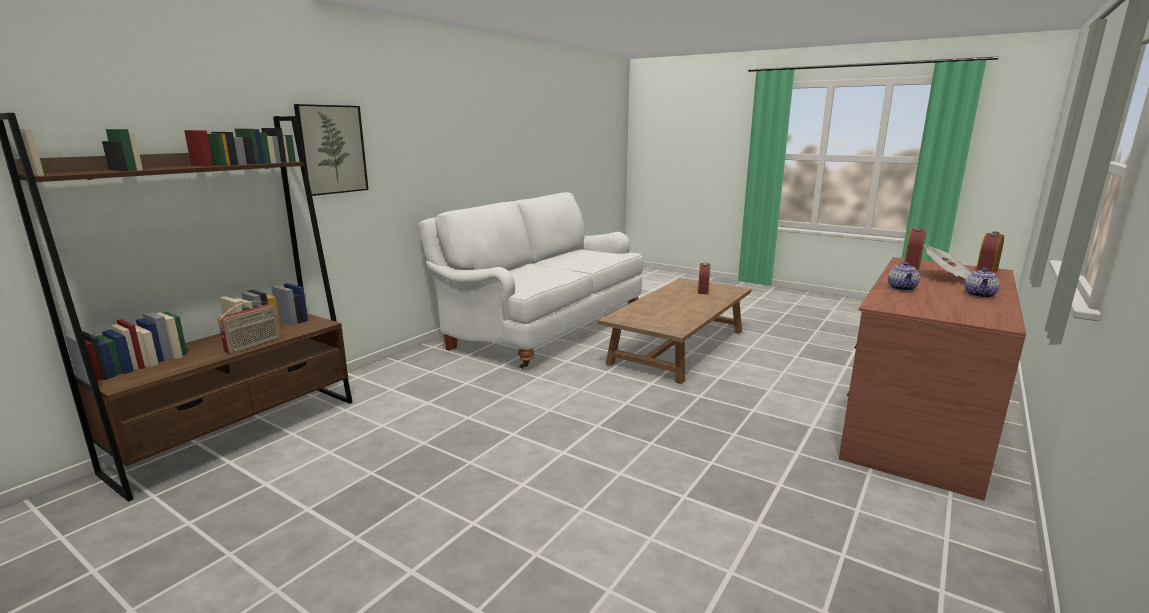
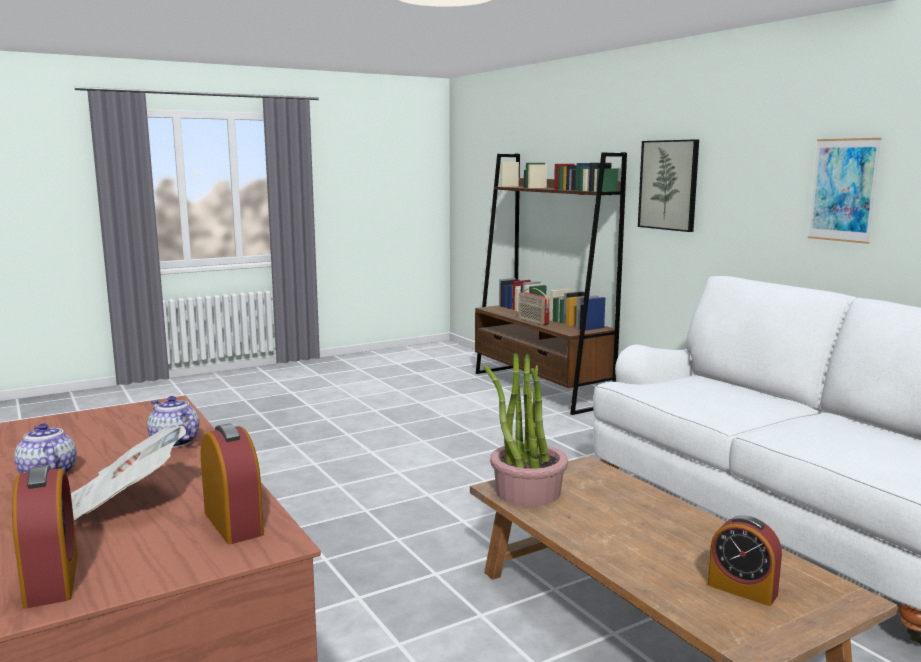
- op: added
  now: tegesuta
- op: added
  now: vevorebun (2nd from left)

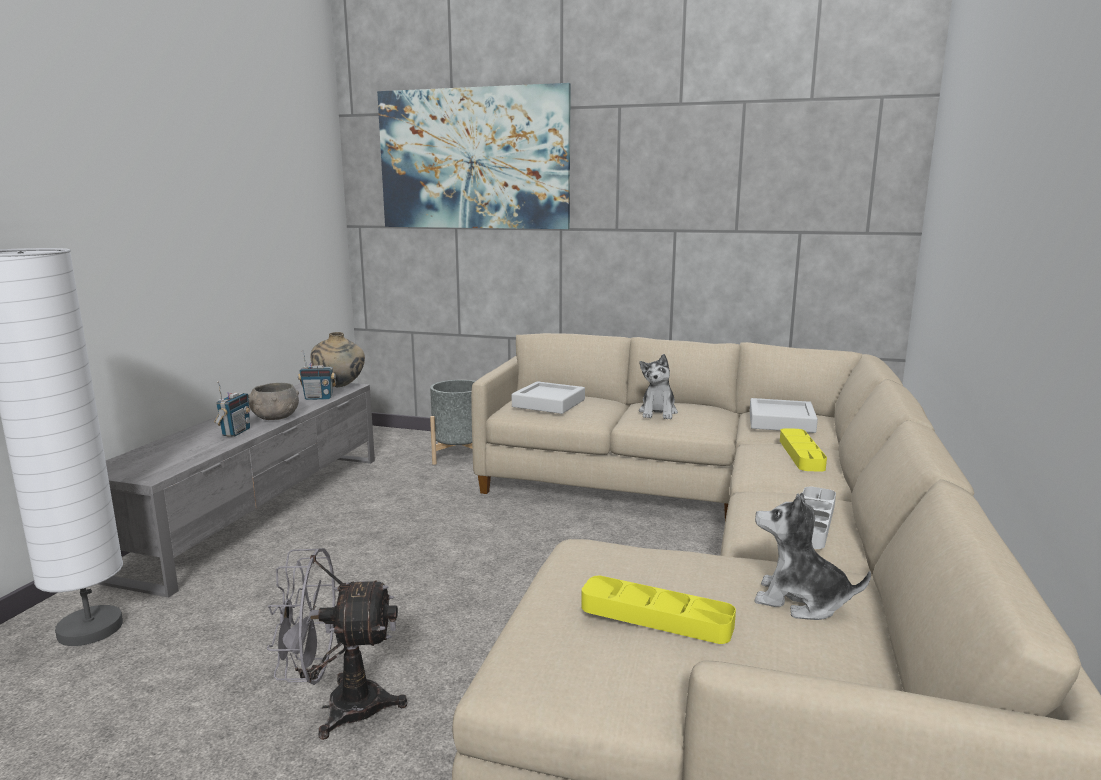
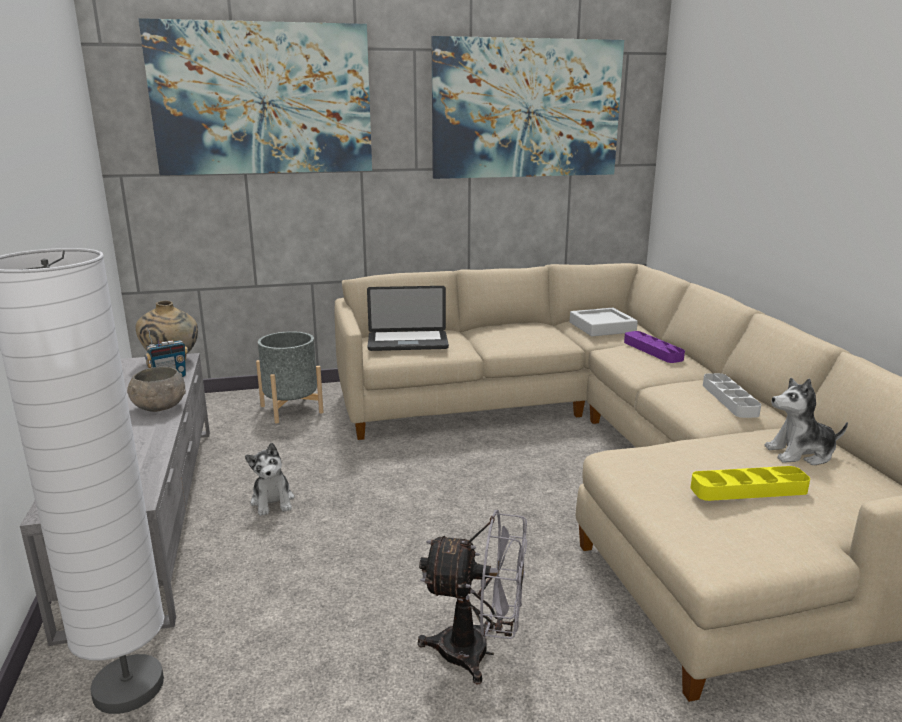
- op: removed
  was: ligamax (1st from left)
- op: added
  now: vevorebun (2nd from left)
- op: moved
  was: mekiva (1st from left)
- op: replaced
  was: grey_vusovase (1st from left)
  now: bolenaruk
- op: recoloured
  was: yellow_vusovase (2nd from left)
  now: purple_vusovase
- op: turned
  was: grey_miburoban
  clockwise: -135

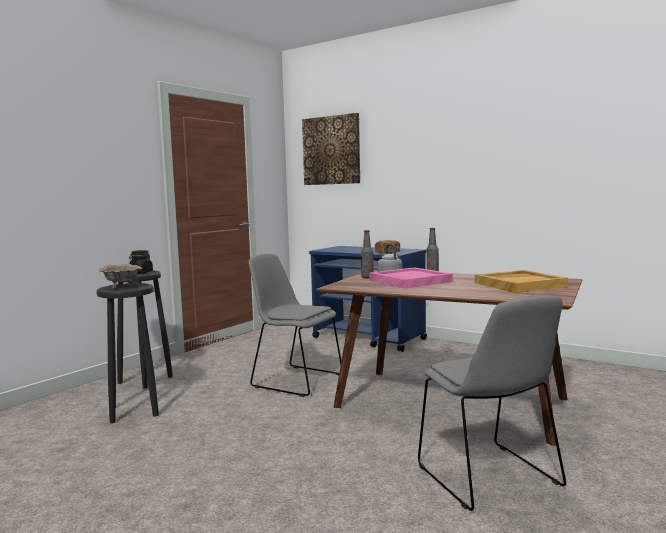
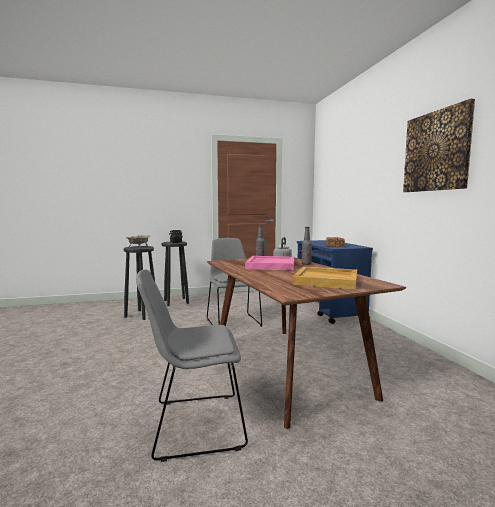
- op: moved
  was: vevorebun
- op: turned
  was: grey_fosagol (2nd from left in the first image)
  clockwise: 60

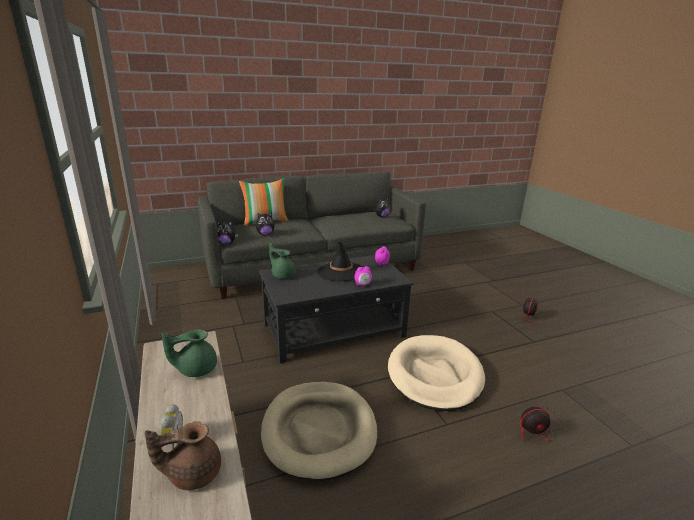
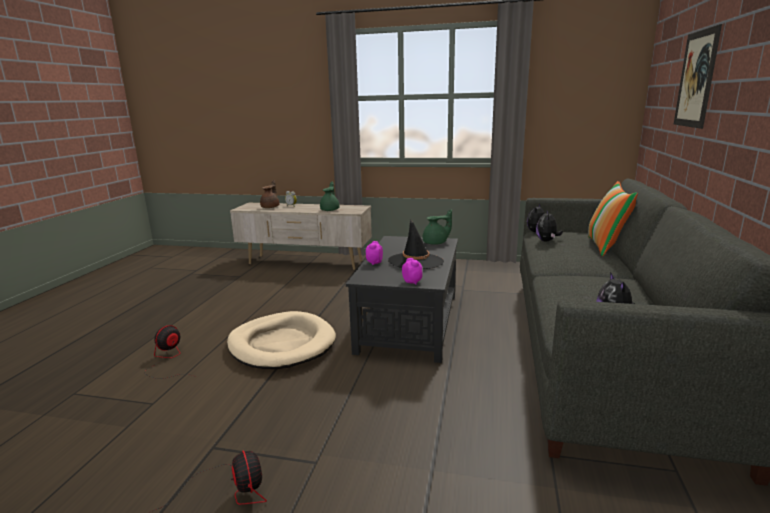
- op: removed
  was: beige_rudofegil (1st from left)
- op: added
  now: vevorebun

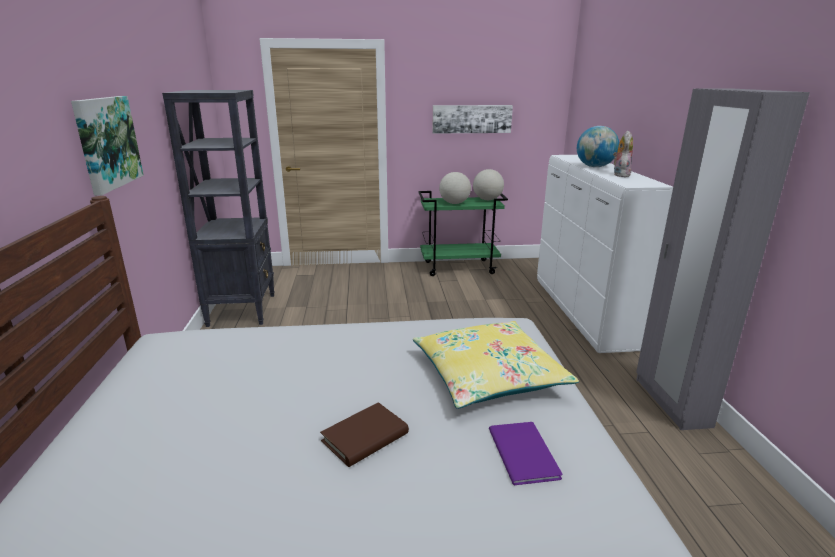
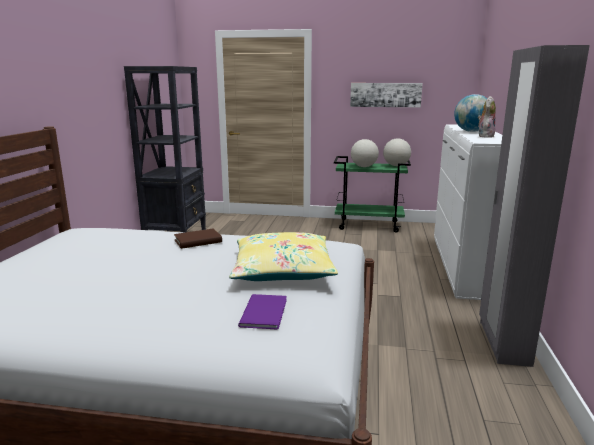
- op: removed
  was: vevorebun (1st from left)
- op: moved
  was: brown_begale

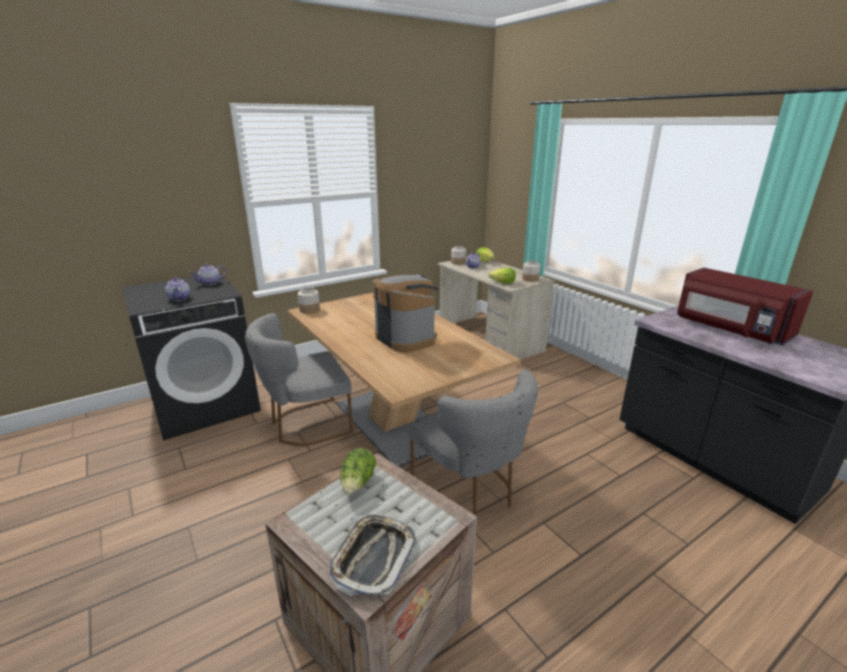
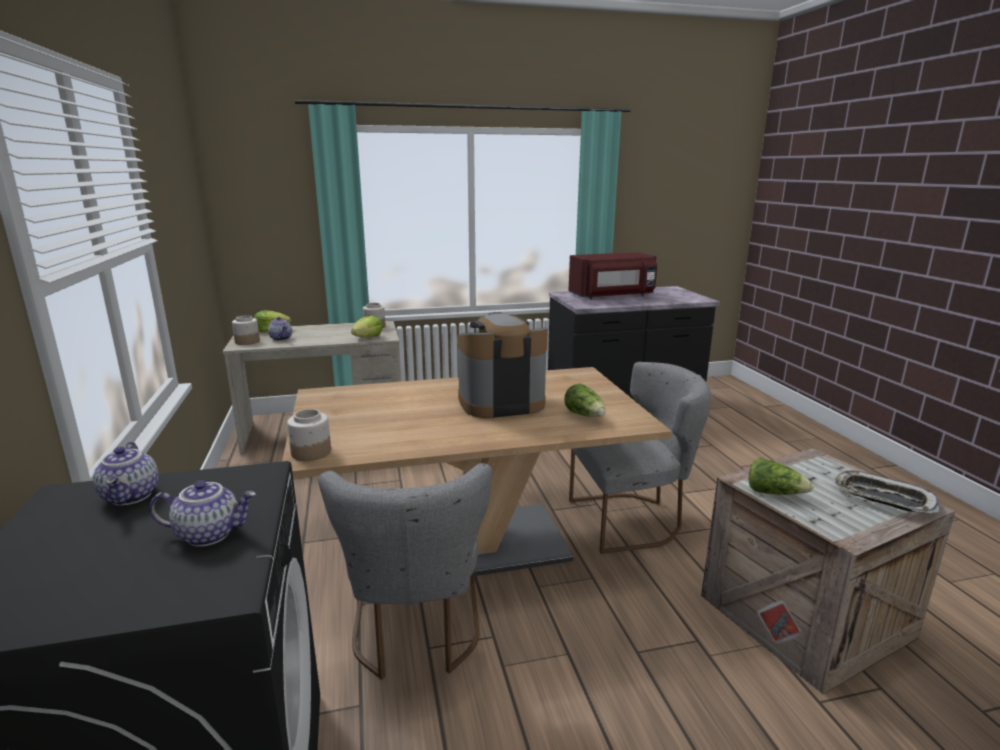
- op: added
  now: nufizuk (3rd from left)

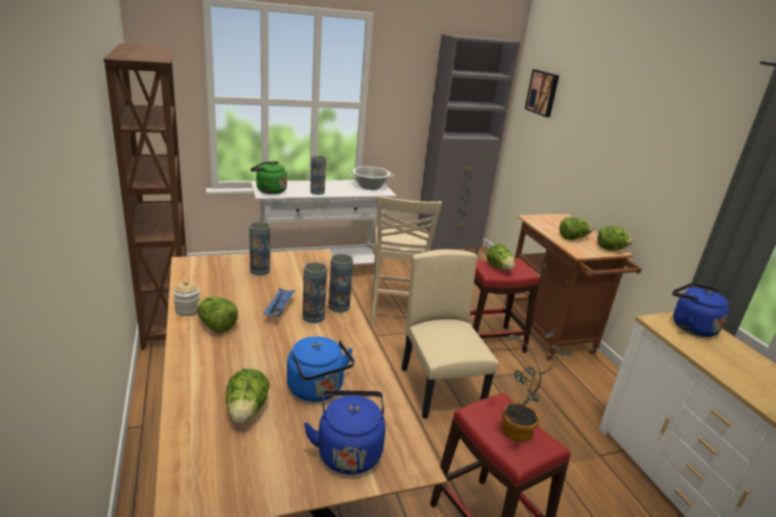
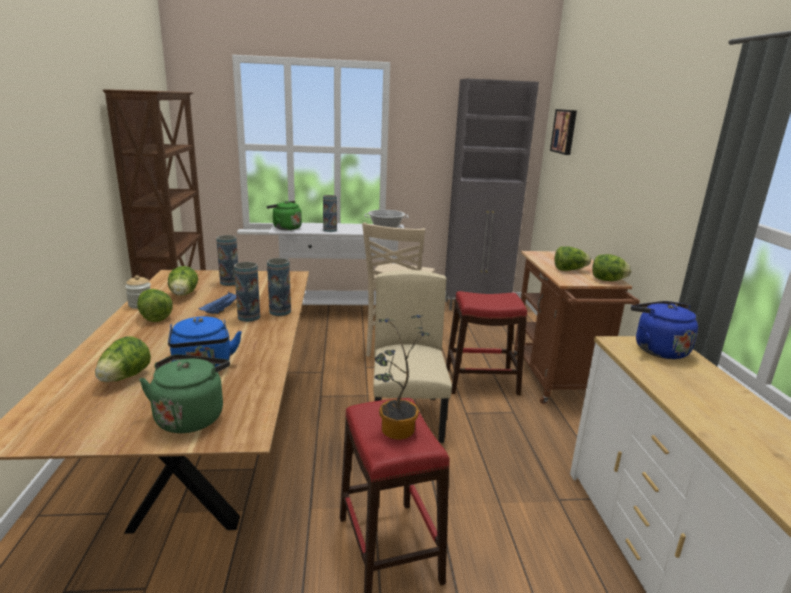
- op: moved
  was: nufizuk (3rd from left)
- op: recoloured
  was: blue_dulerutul (2nd from left)
  now: green_dulerutul (1st from left)

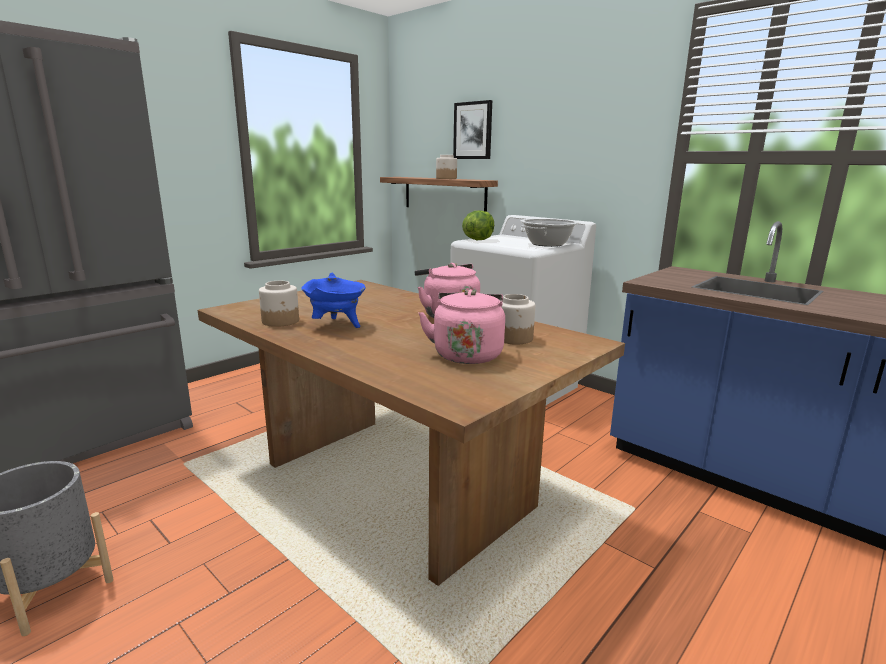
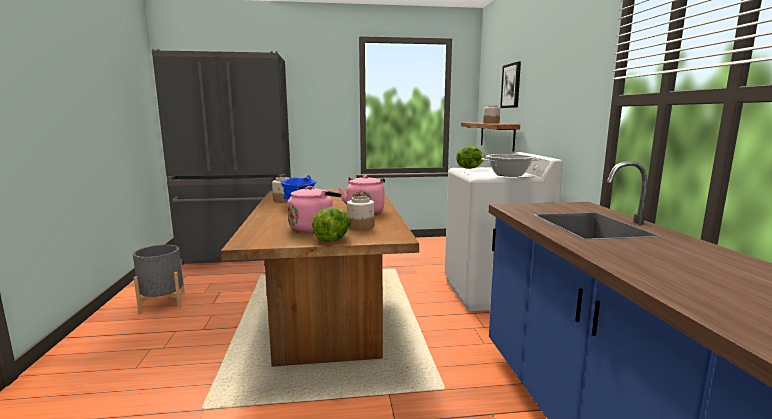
- op: added
  now: nufizuk (1st from left)

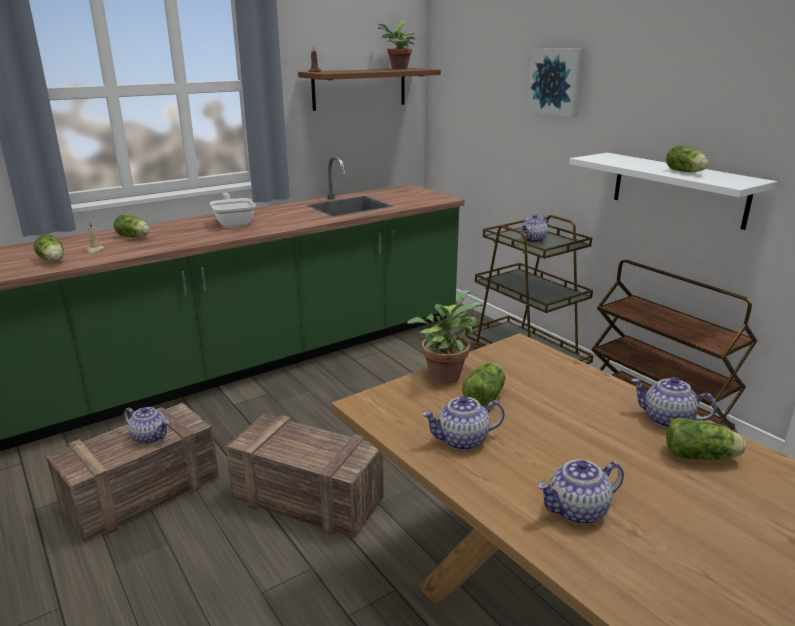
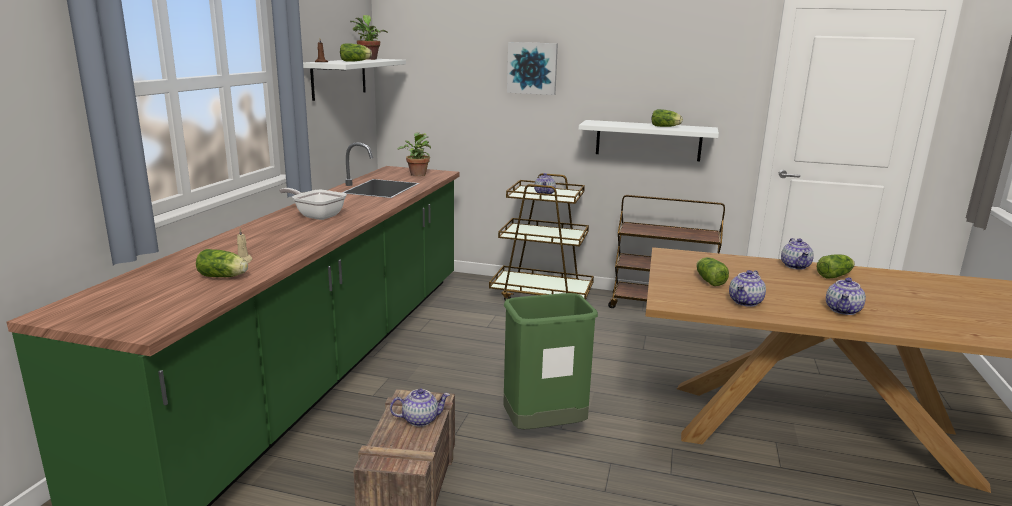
- op: moved
  was: nufizuk (2nd from left)
- op: moved
  was: tegesuta (2nd from left)
- op: replaced
  was: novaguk (2nd from left)
  now: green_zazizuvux
- op: recoloured
  was: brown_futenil
  now: white_futenil (1st from left)
- op: turned
  was: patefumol (5th from left in the first image)
  clockwise: -75

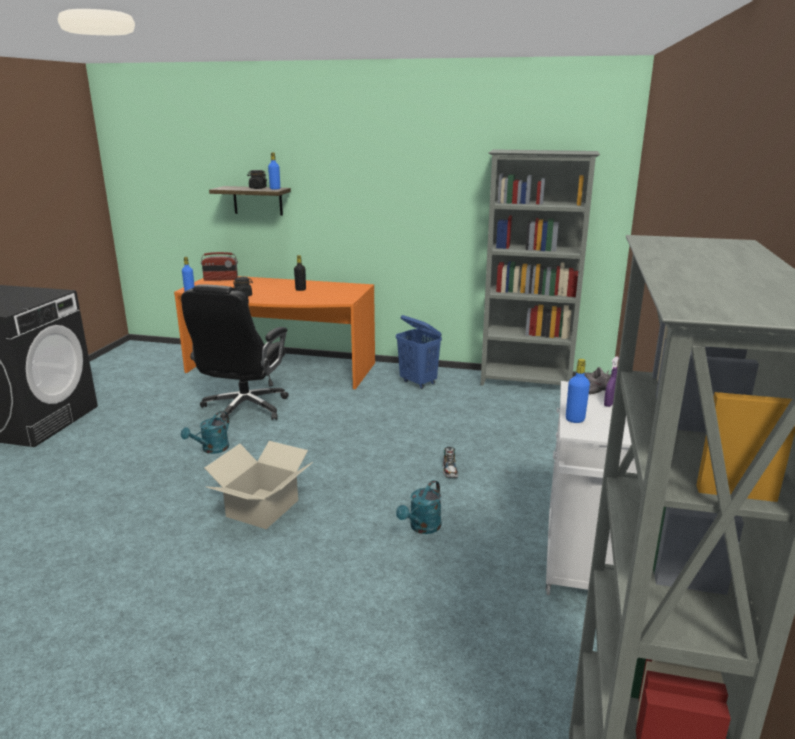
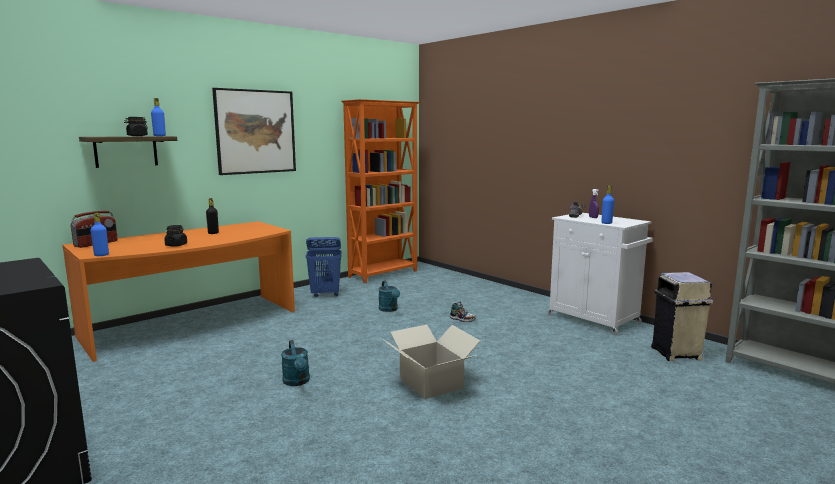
- op: removed
  was: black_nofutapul
- op: added
  now: vevorebun
- op: added
  now: beige_zazizuvux
- op: moved
  was: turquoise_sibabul (2nd from left)
- op: recoloured
  was: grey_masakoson (1st from left)
  now: orange_masakoson

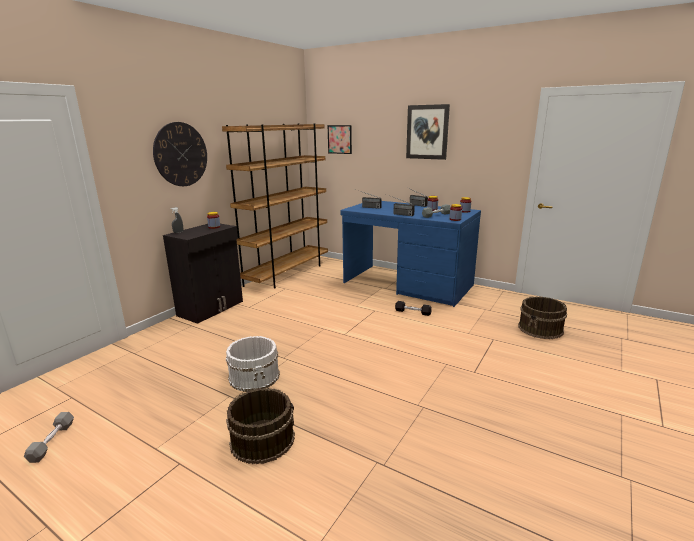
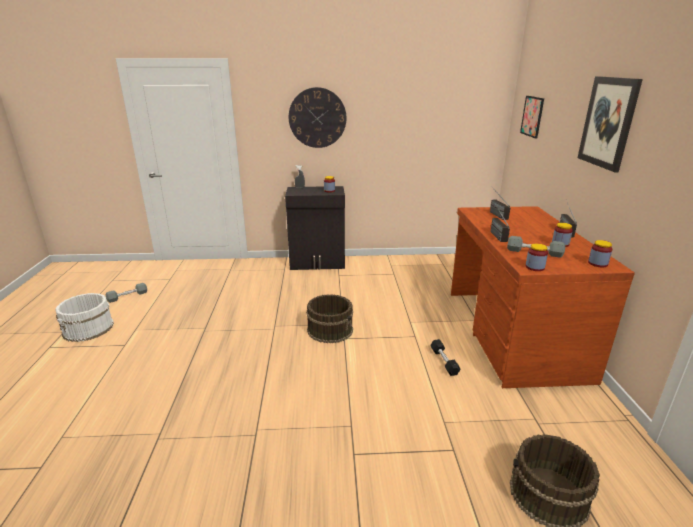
- op: removed
  was: brown_masakoson
- op: moved
  was: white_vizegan
- op: moved
  was: brown_vizegan (1st from left)
- op: recoloured
  was: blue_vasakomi
  now: brown_vasakomi

